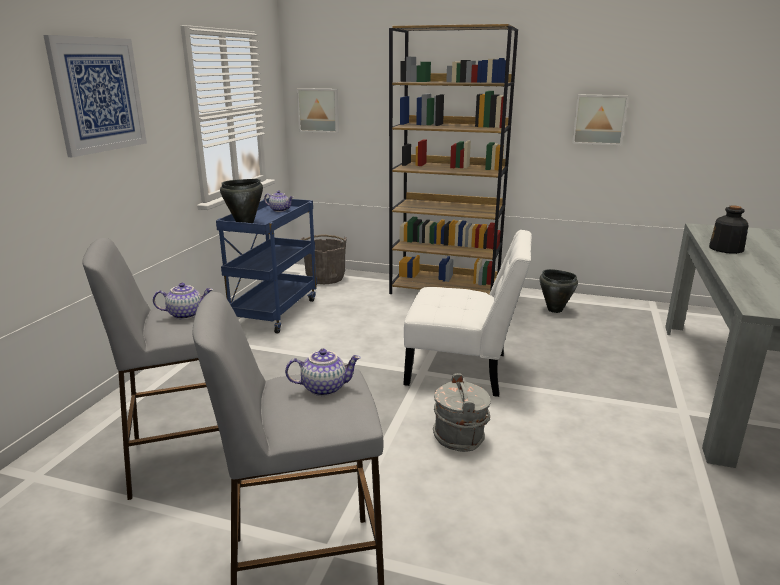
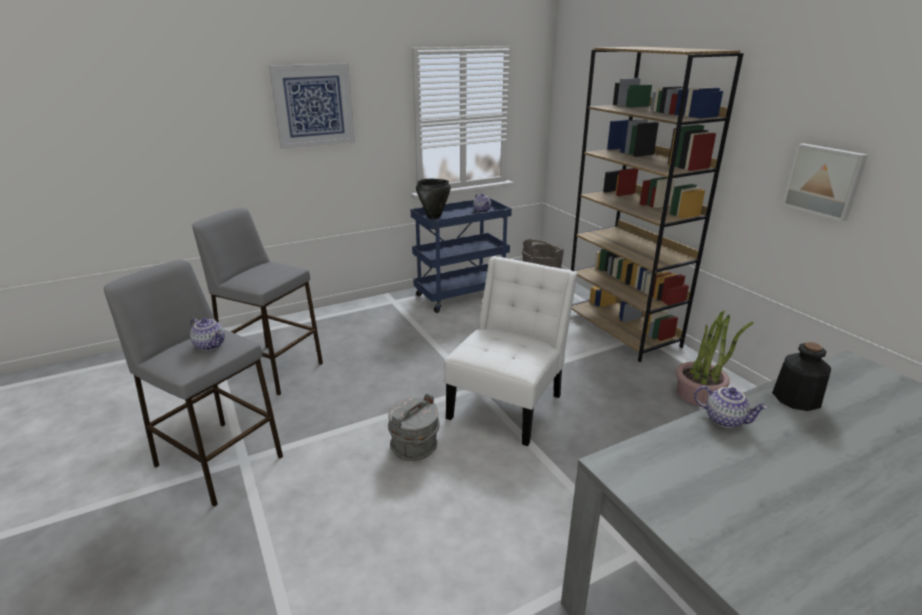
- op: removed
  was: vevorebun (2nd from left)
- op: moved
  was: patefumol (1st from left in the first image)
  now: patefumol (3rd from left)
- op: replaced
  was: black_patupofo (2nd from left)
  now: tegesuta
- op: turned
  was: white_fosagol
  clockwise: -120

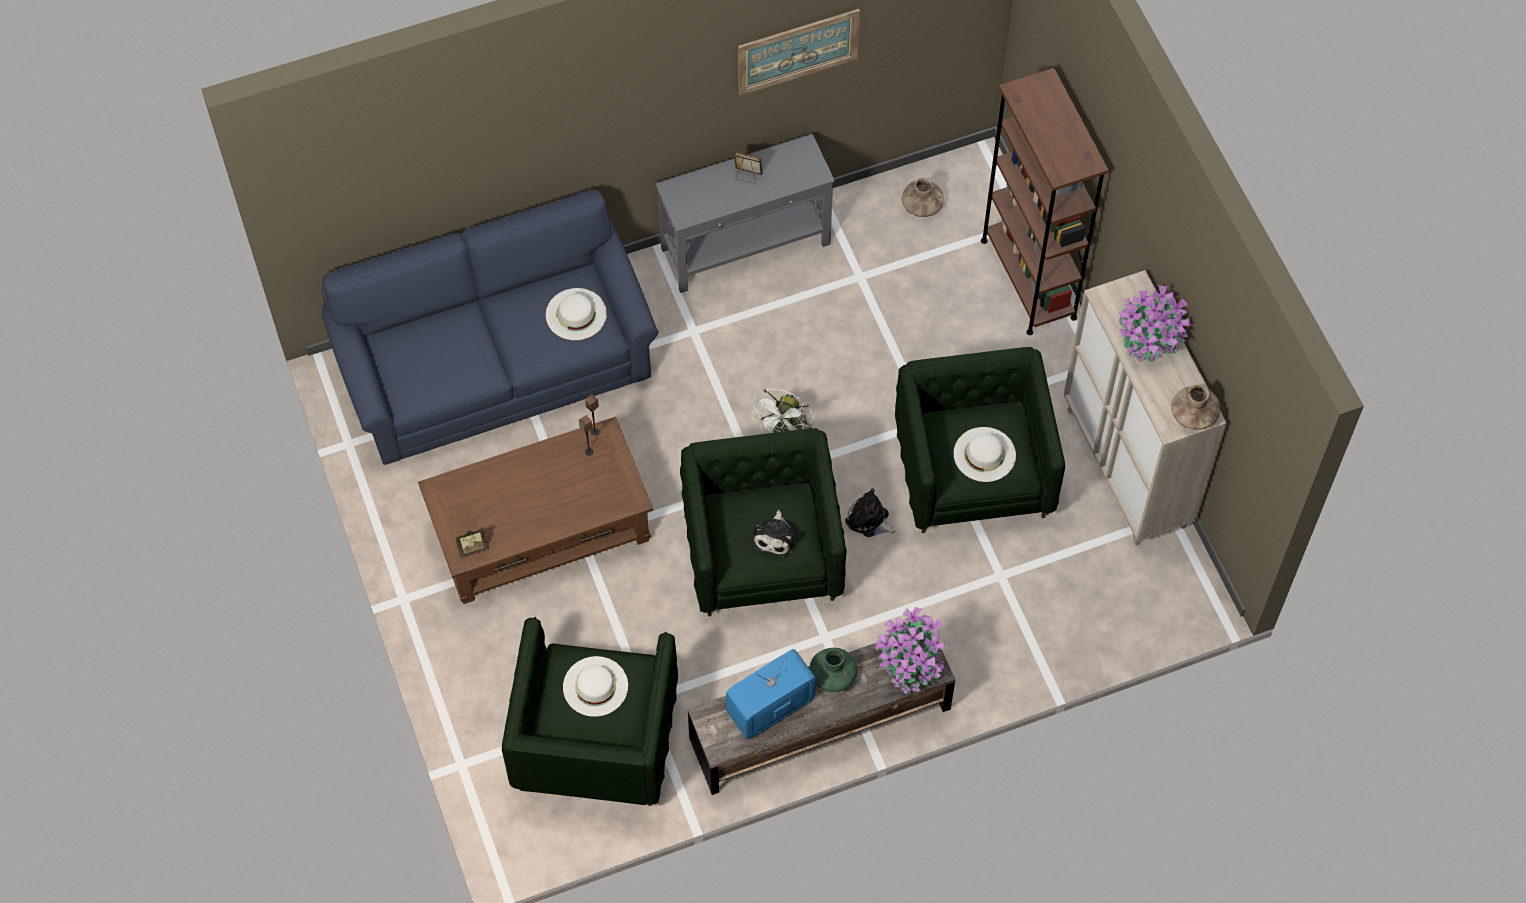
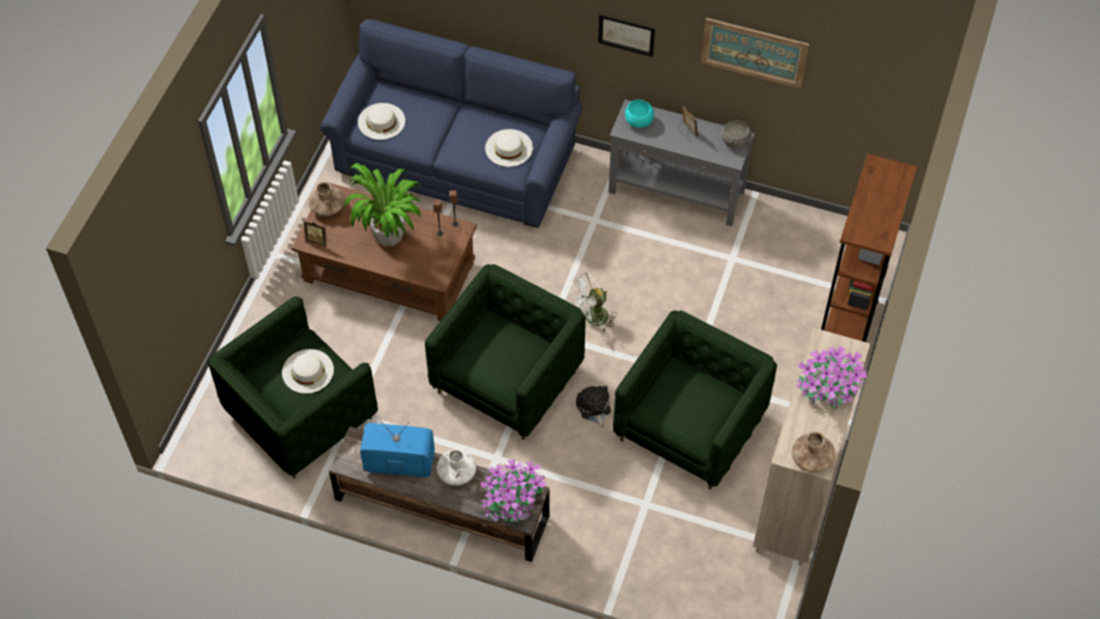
- op: removed
  was: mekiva (1st from left)
- op: added
  now: tegesuta (1st from left)
- op: added
  now: vevorebun (1st from left)
- op: added
  now: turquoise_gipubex
- op: added
  now: grey_gipubex
- op: moved
  was: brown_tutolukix (1st from left)
- op: moved
  was: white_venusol (3rd from left in the first image)
  now: white_venusol (2nd from left)
- op: recoloured
  was: green_tutolukix
  now: white_tutolukix

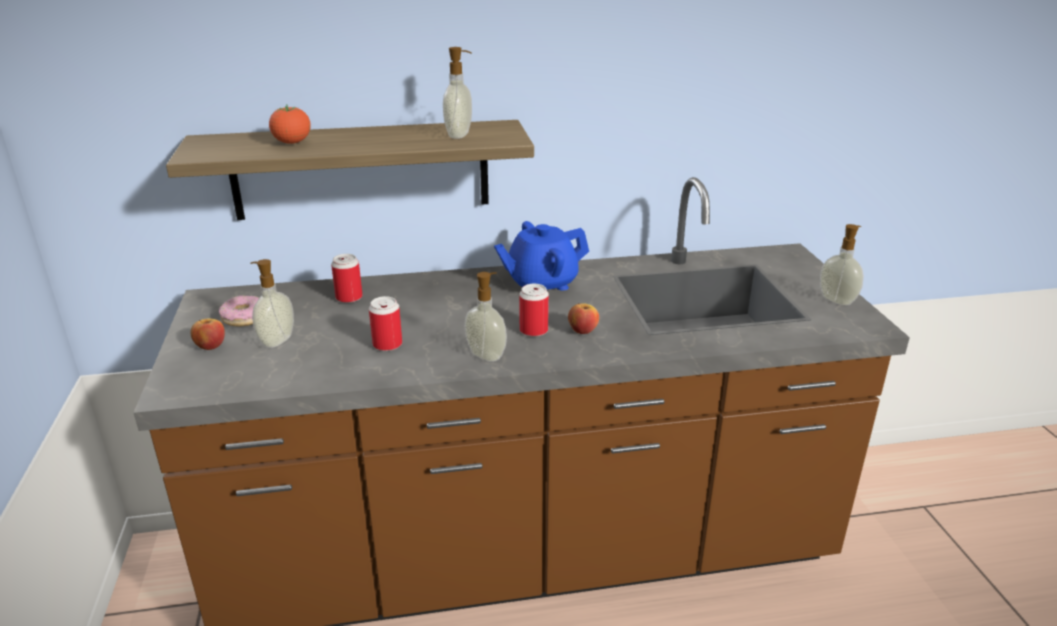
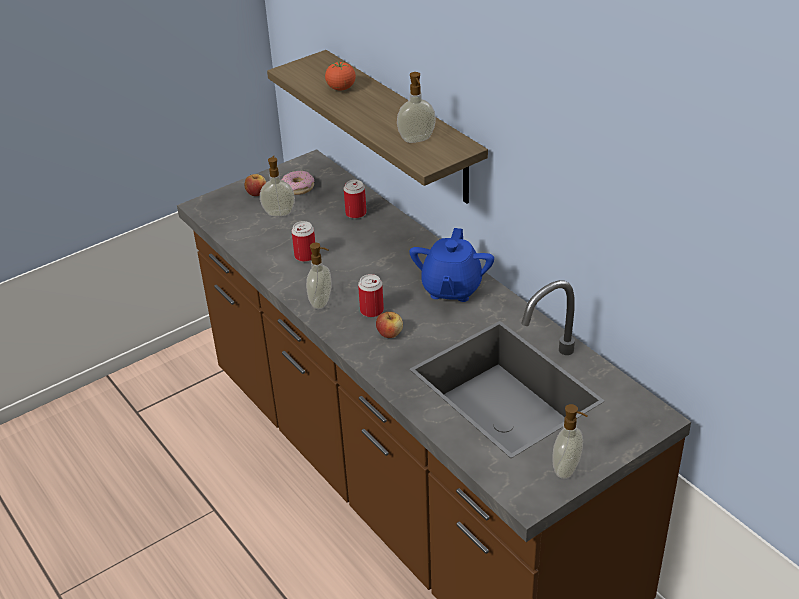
- op: turned
  was: blue_patefumol
  clockwise: -120

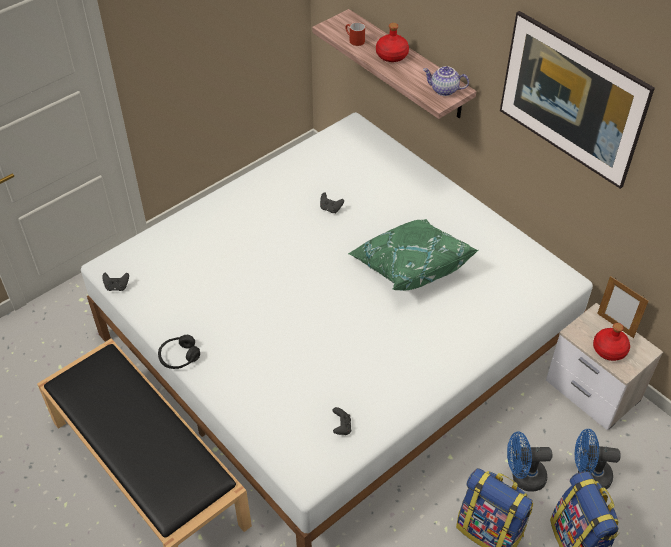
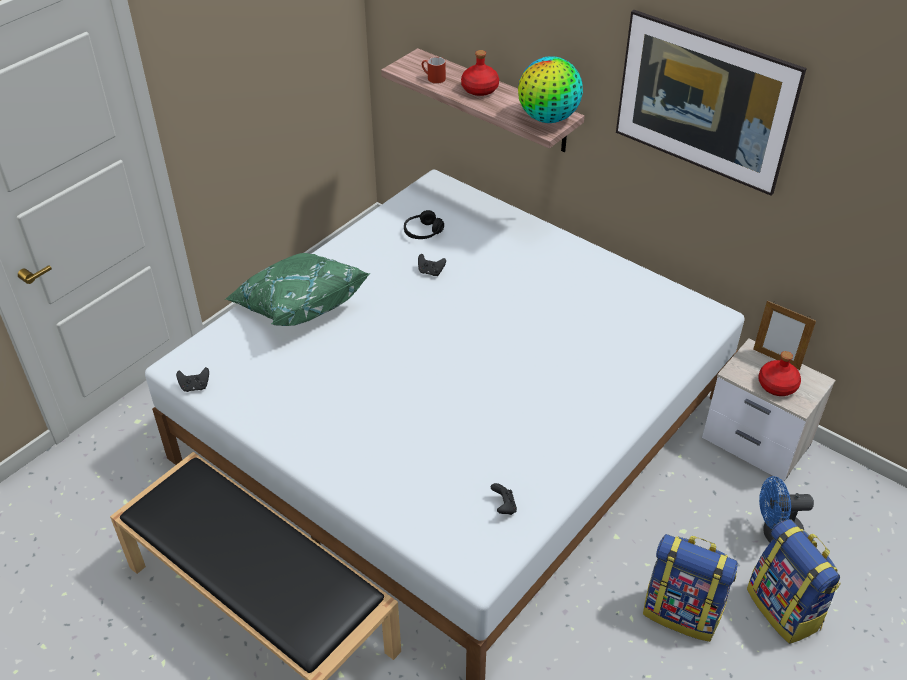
- op: removed
  was: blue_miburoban (1st from left)
- op: moved
  was: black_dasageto
- op: moved
  was: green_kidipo
- op: replaced
  was: patefumol
  now: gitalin

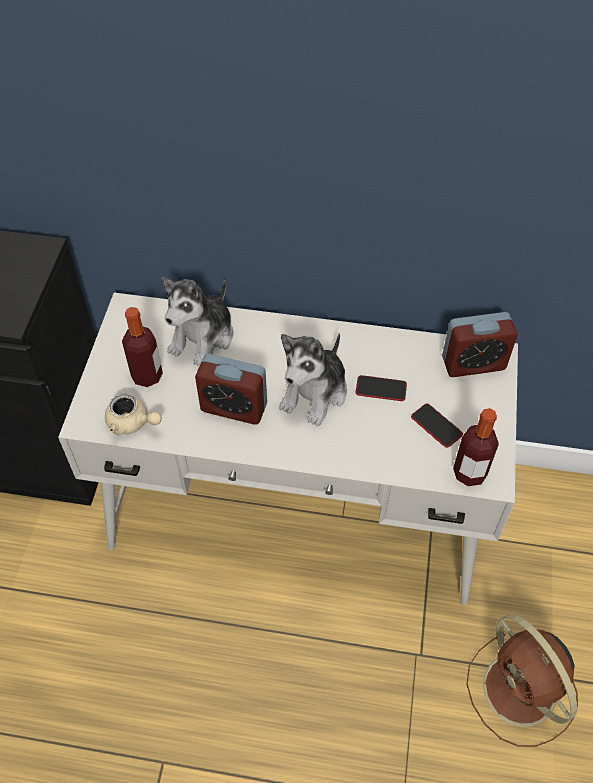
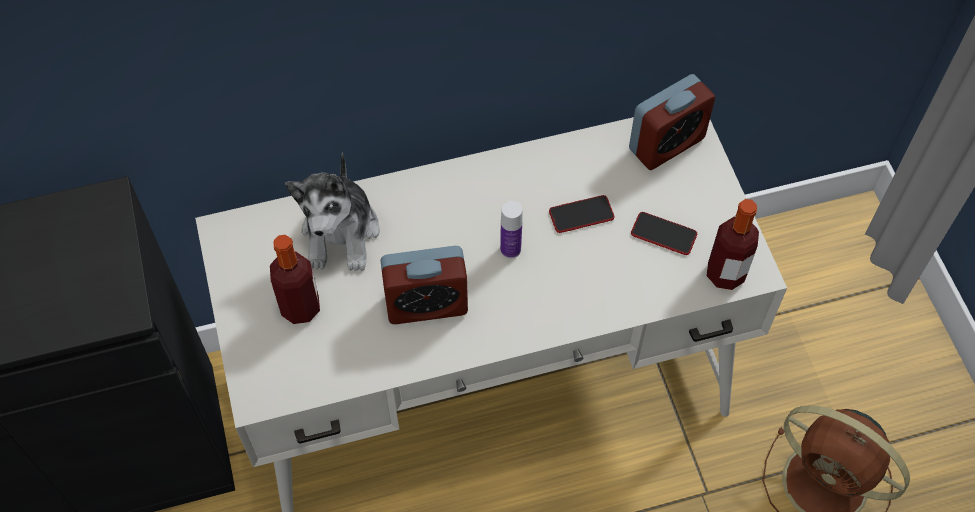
- op: removed
  was: beige_patefumol
- op: replaced
  was: mekiva (2nd from left)
  now: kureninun (2nd from left)

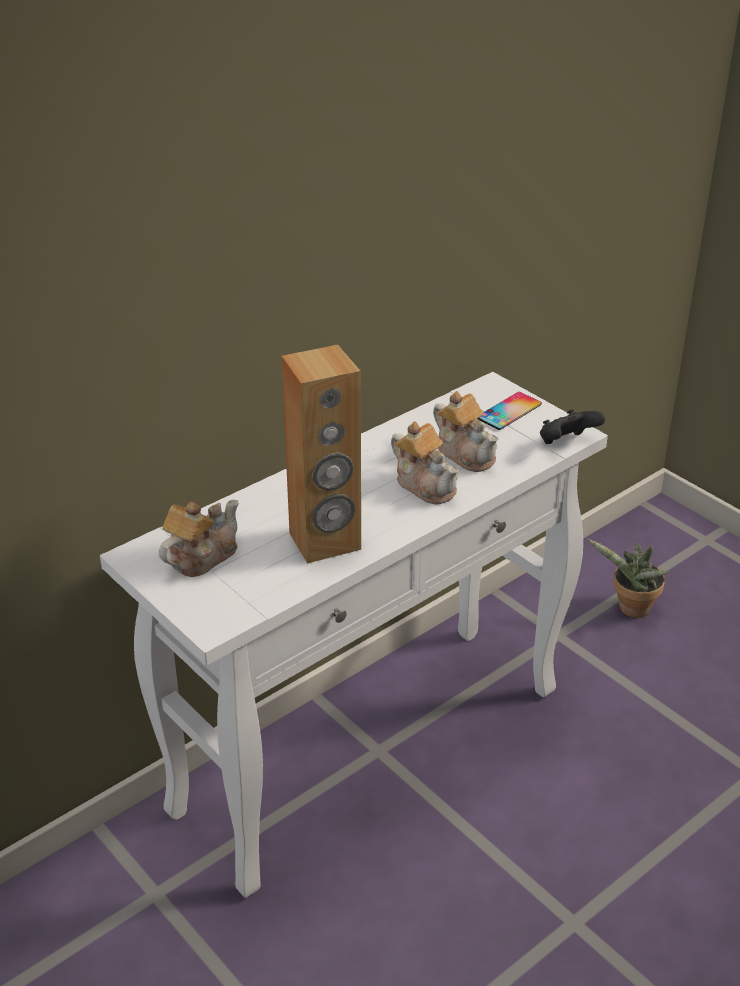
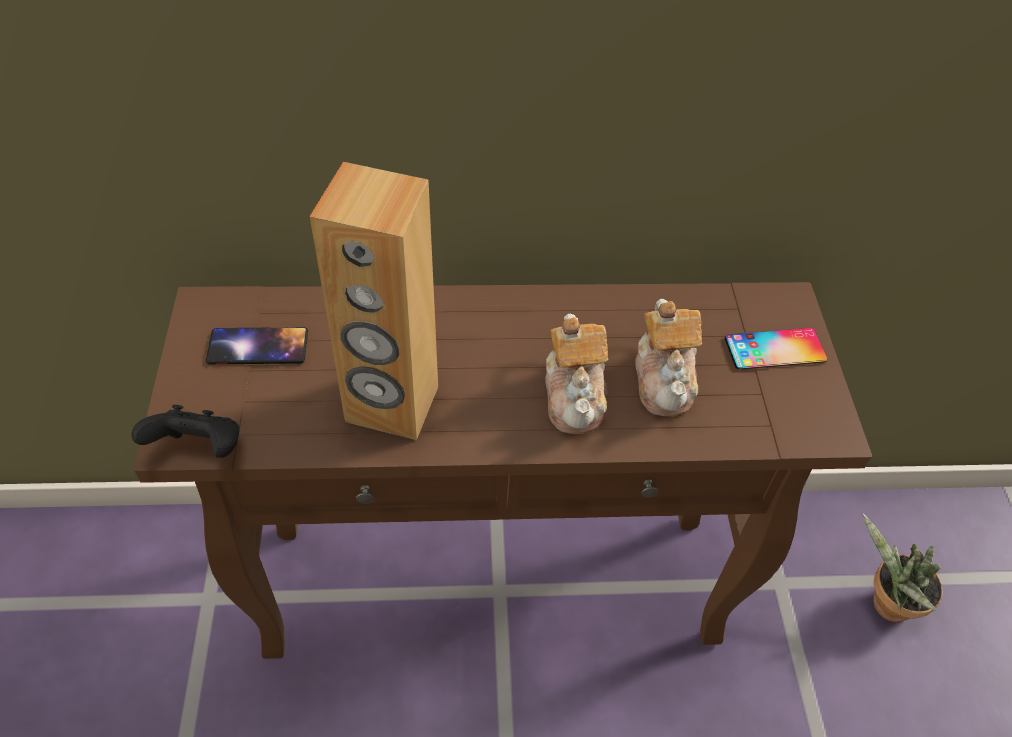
- op: moved
  was: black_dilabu
- op: replaced
  was: patefumol (1st from left)
  now: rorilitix (1st from left)
- op: recoloured
  was: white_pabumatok
  now: brown_pabumatok

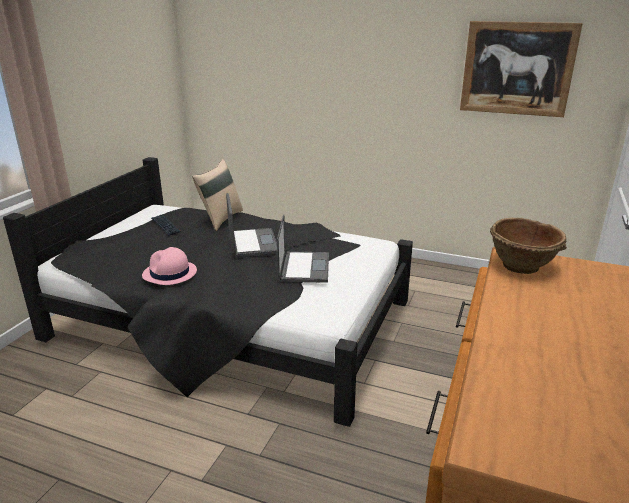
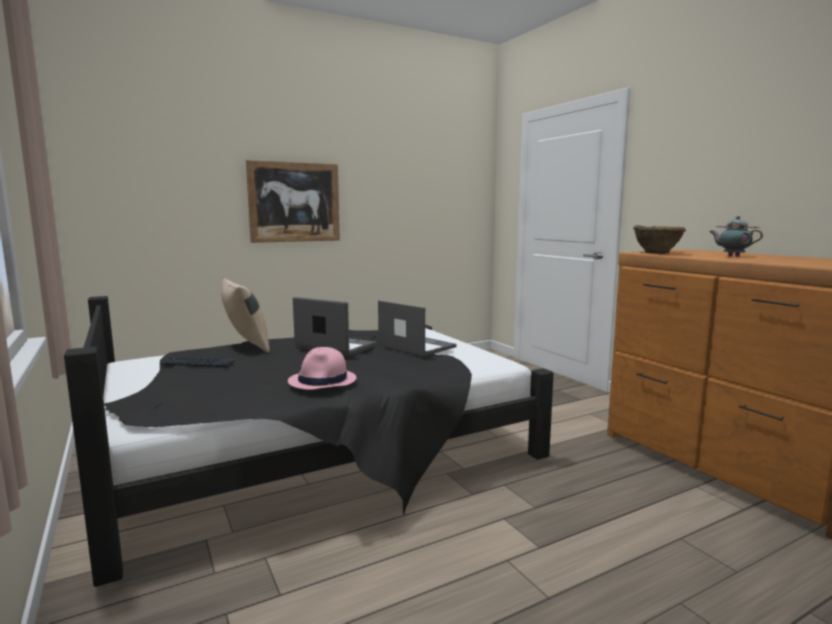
- op: added
  now: patefumol
- op: moved
  was: vevorebun

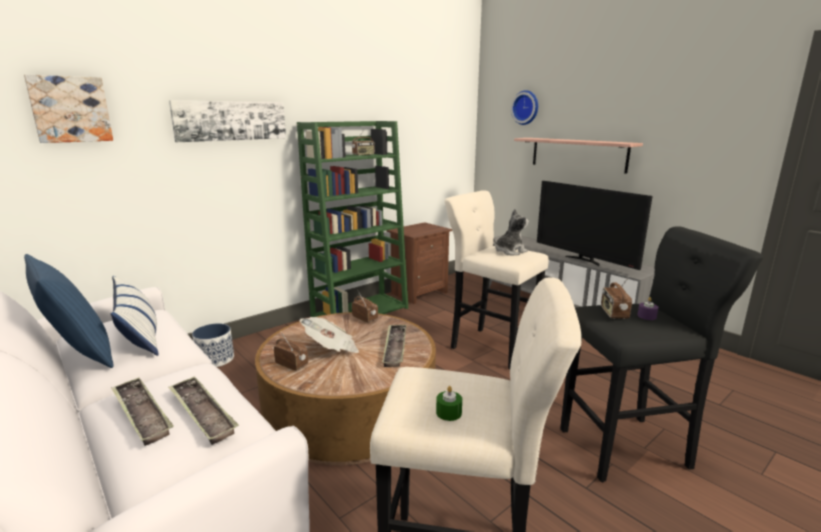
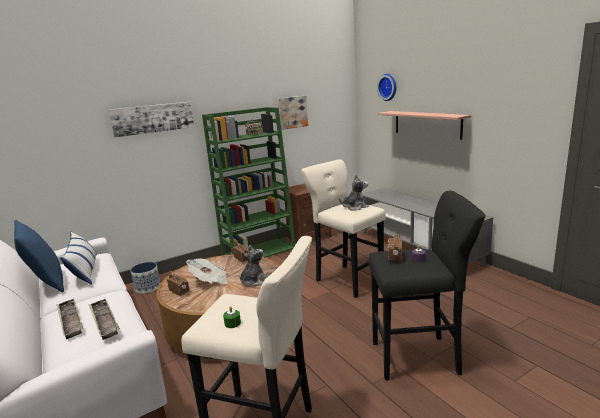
- op: removed
  was: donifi
- op: moved
  was: vevorebun (1st from left in the first image)
  now: vevorebun (2nd from left)
- op: replaced
  was: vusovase (3rd from left)
  now: mekiva (1st from left)

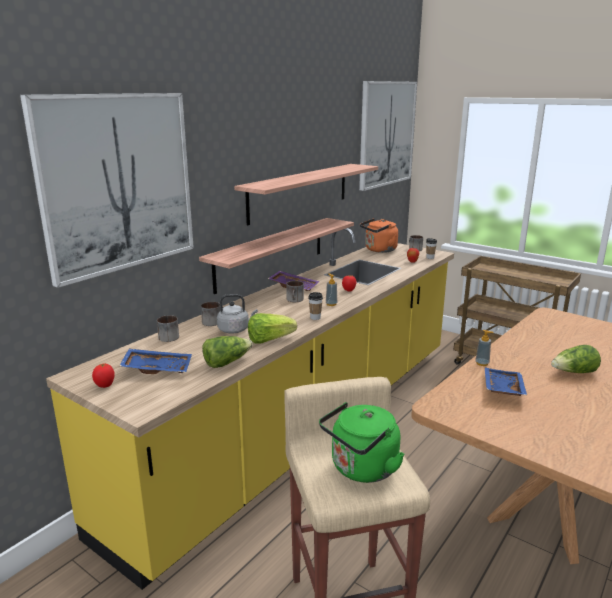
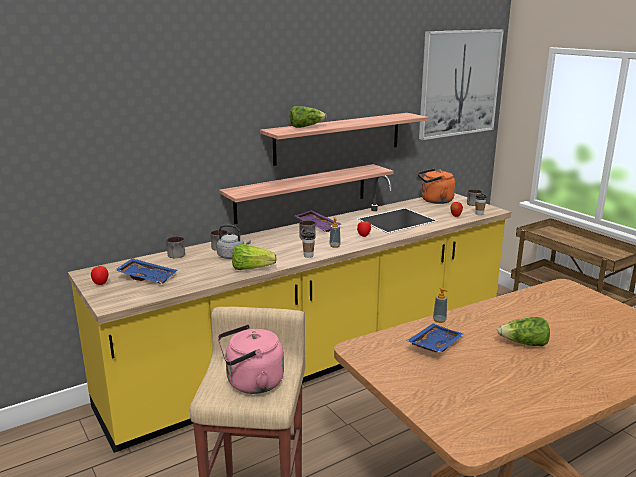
- op: removed
  was: vevorebun (1st from left)
- op: moved
  was: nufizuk (1st from left in the first image)
  now: nufizuk (2nd from left)
- op: recoloured
  was: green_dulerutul
  now: pink_dulerutul

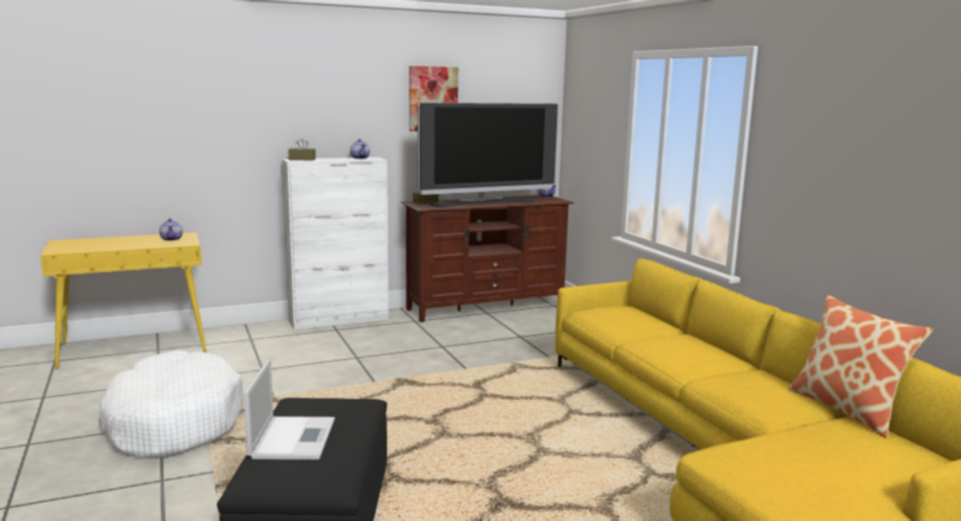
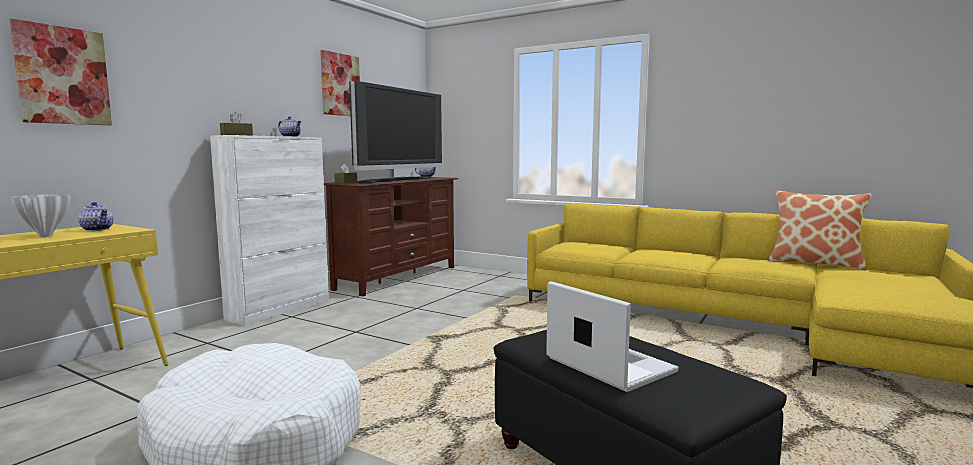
- op: added
  now: vevorebun (1st from left)
- op: added
  now: white_tutolukix

